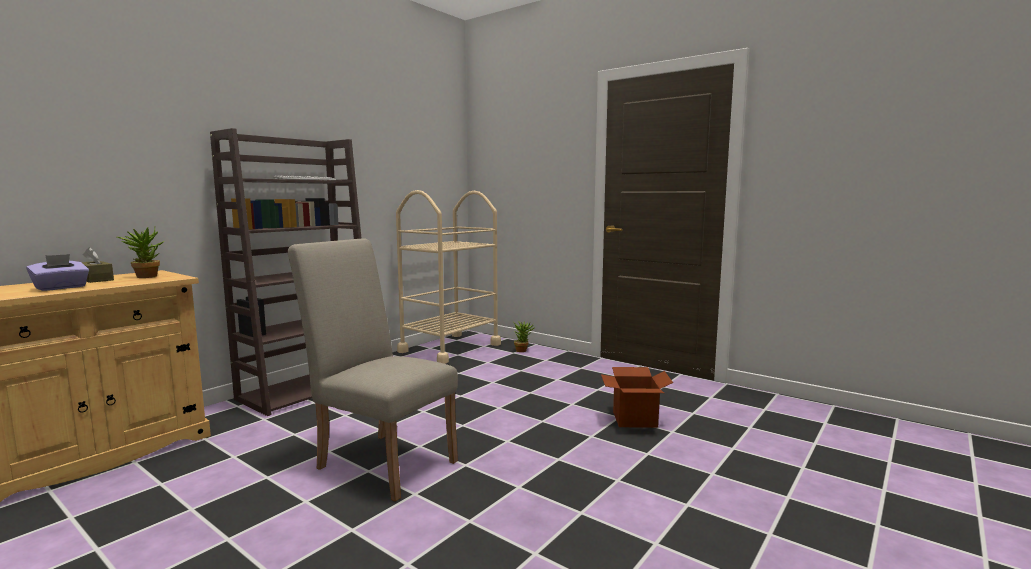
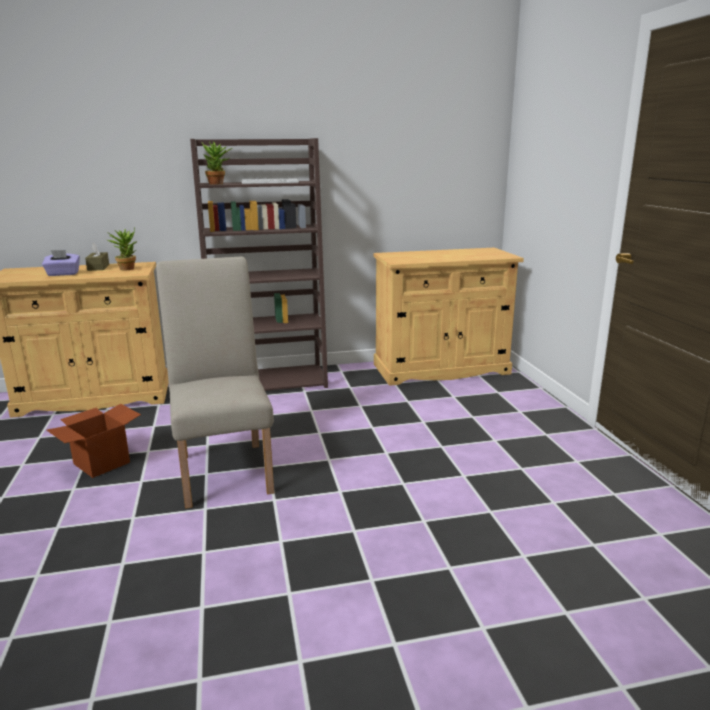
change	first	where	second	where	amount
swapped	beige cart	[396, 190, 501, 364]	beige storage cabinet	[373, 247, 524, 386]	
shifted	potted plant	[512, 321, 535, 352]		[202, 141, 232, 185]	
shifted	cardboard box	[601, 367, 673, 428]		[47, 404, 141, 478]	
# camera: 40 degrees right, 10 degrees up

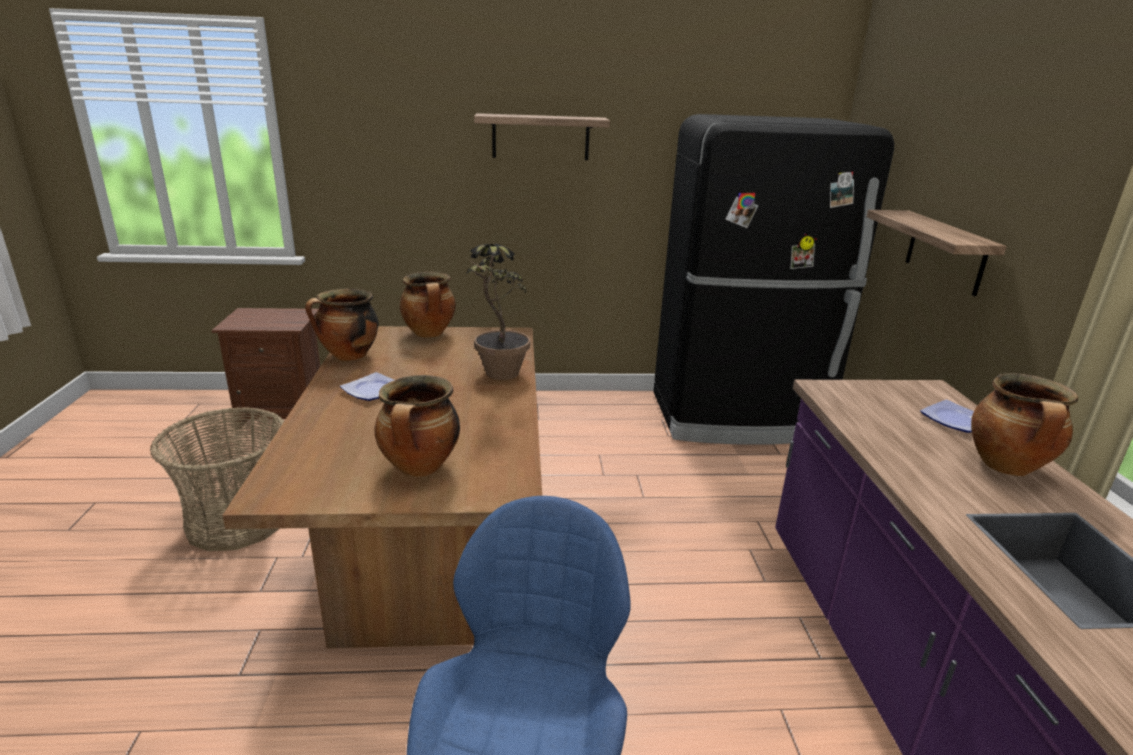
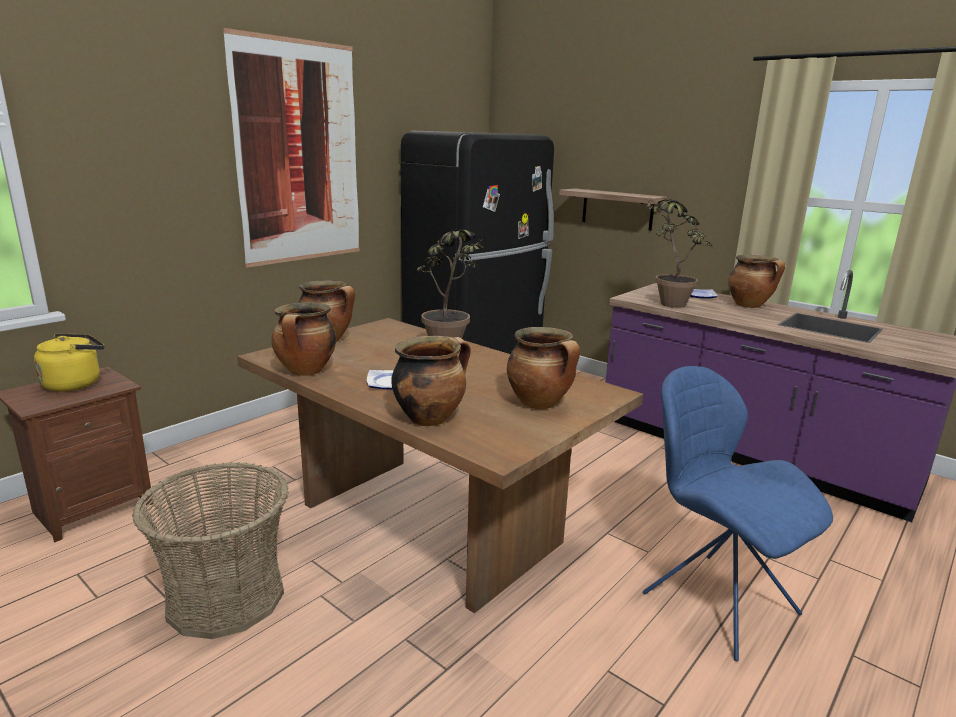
change	first	where	second	where	amount
swapped	wall shelf	[474, 113, 610, 160]	wall picture	[223, 28, 359, 268]	
new			potted plant	[647, 197, 712, 308]	
new			yellow water kettle	[34, 334, 104, 392]	
new			stockpot	[391, 336, 471, 426]	
# camera: 45 degrees left, 5 degrees down

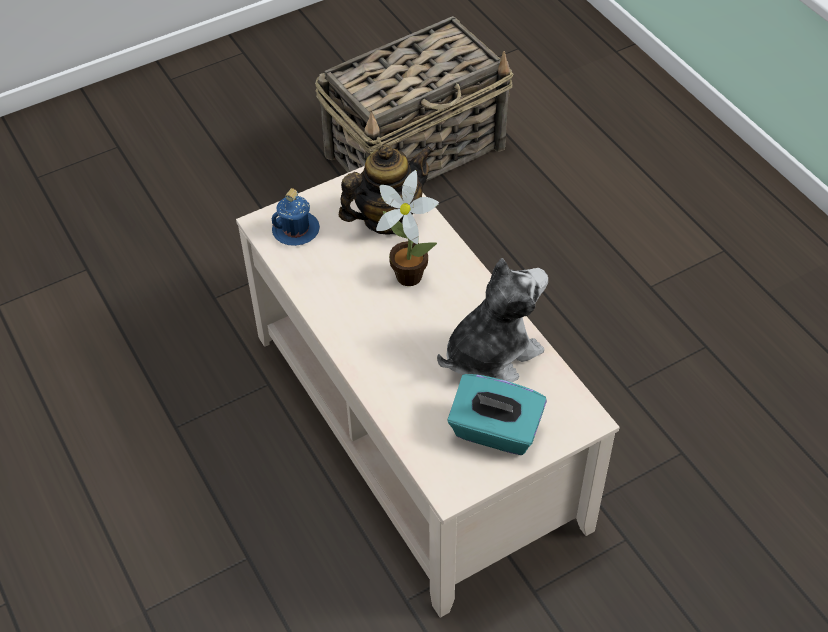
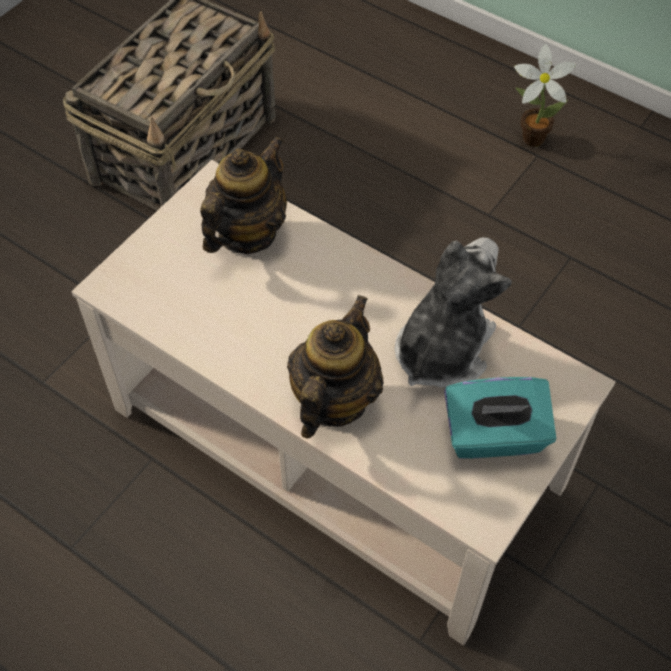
change	first	where	second	where	amount
shifted	potted plant	[376, 170, 439, 286]		[514, 44, 576, 146]	
gone	blue-coloured coffee mug	[272, 188, 320, 246]			
new			pot for tea	[287, 295, 384, 439]	
# camera: 25 degrees left, 5 degrees up

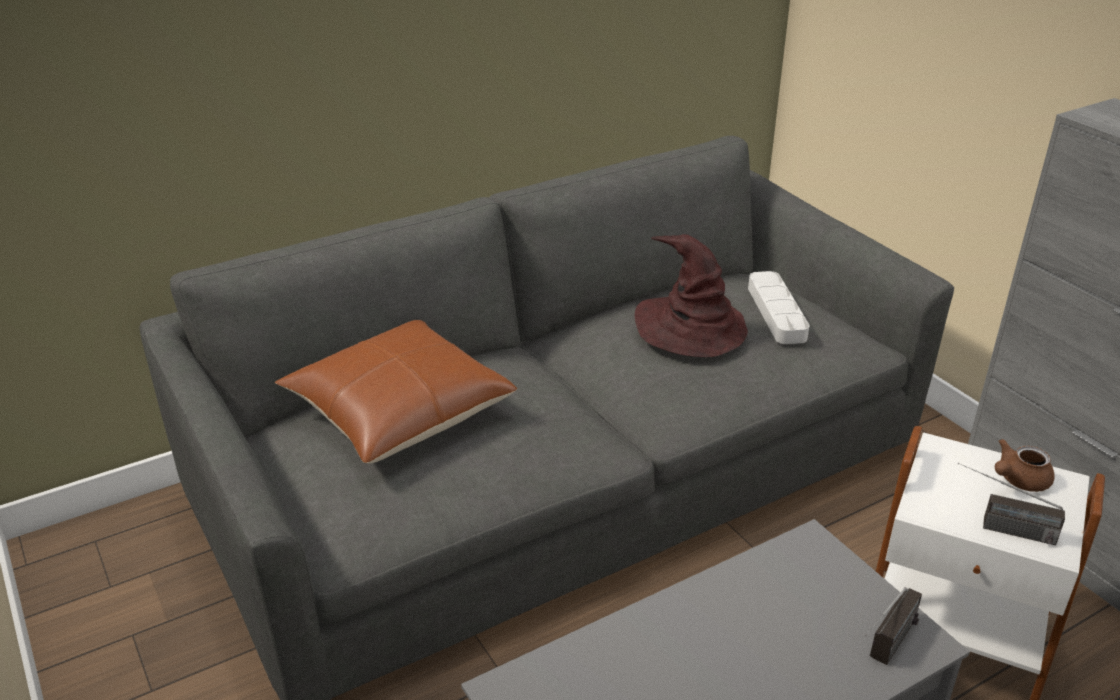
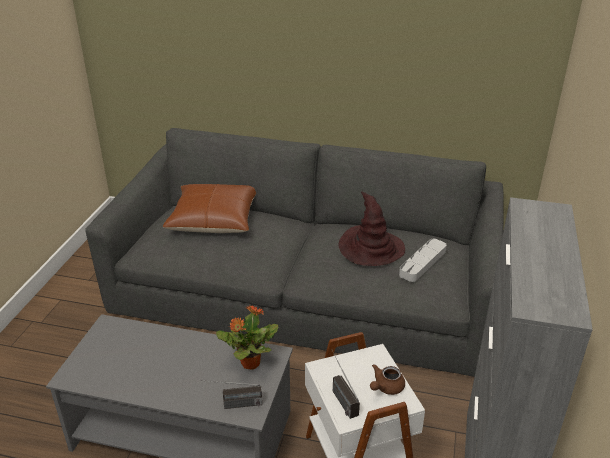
change	first	where	second	where	amount
rotated	brownish pot for tea	[995, 439, 1055, 492]		[370, 364, 405, 395]	60 degrees counterclockwise
new			potted plant	[216, 305, 278, 370]	
# camera: 45 degrees right, 0 degrees up

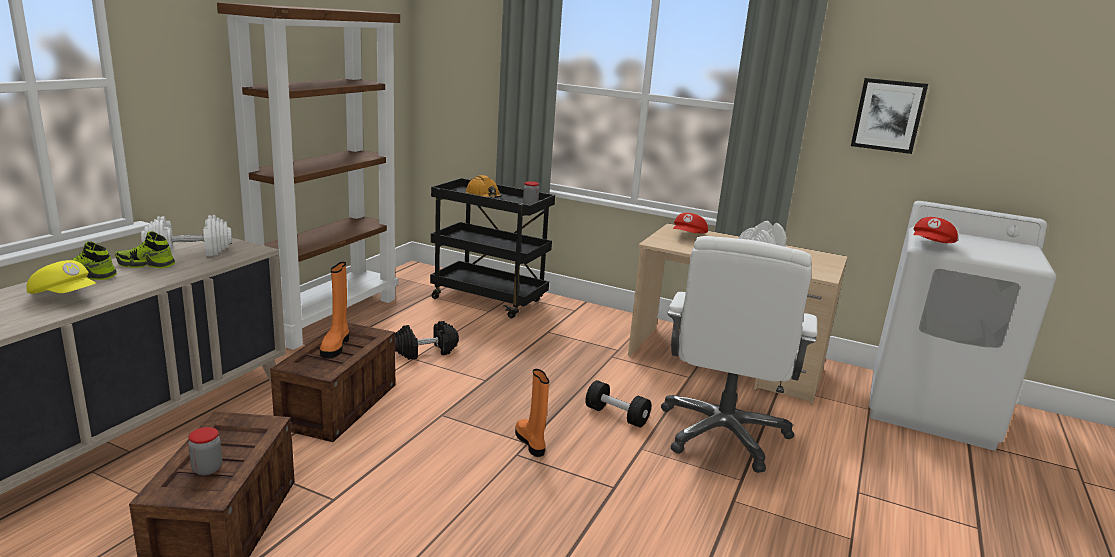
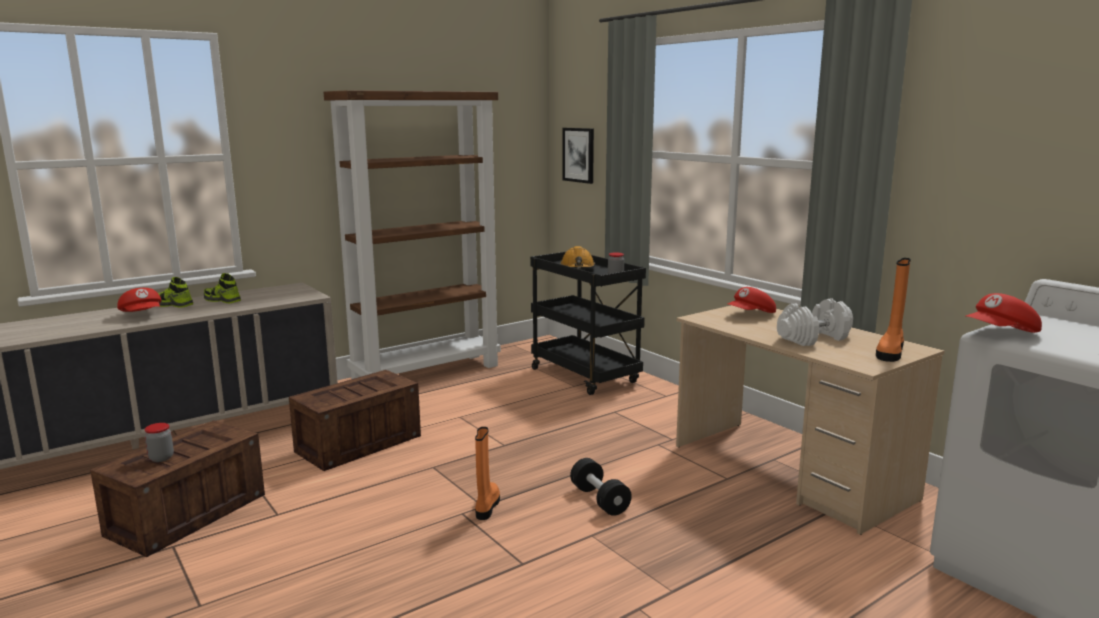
change	first	where	second	where	amount
shifted	wall picture	[851, 78, 928, 154]		[563, 128, 594, 184]	
gone	whitish hand weight	[141, 215, 232, 256]			
gone	whitish desk chair	[661, 236, 817, 473]			
repainted	yellow baseball cap	[26, 260, 96, 294]	red baseball cap	[117, 288, 162, 312]	
shifted	orange tall boot	[320, 262, 349, 359]		[876, 258, 911, 362]	
gone	black hand weight	[395, 321, 459, 360]			
# camera: 30 degrees right, 5 degrees down

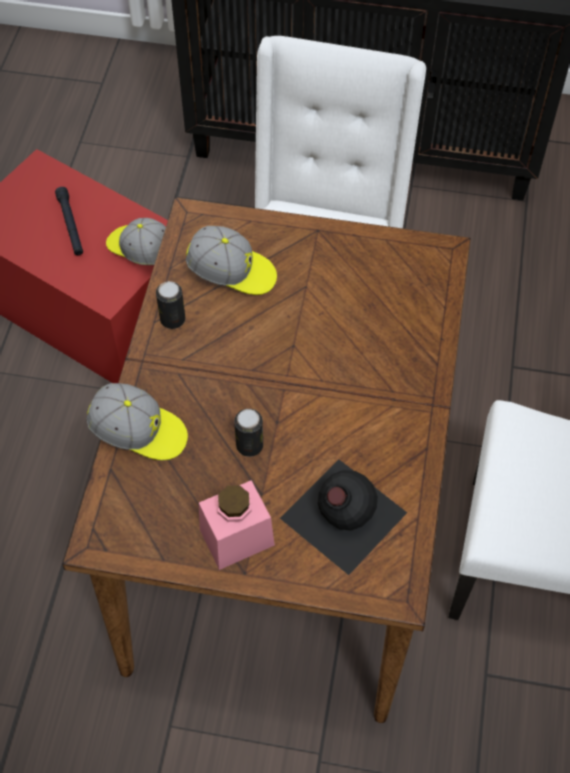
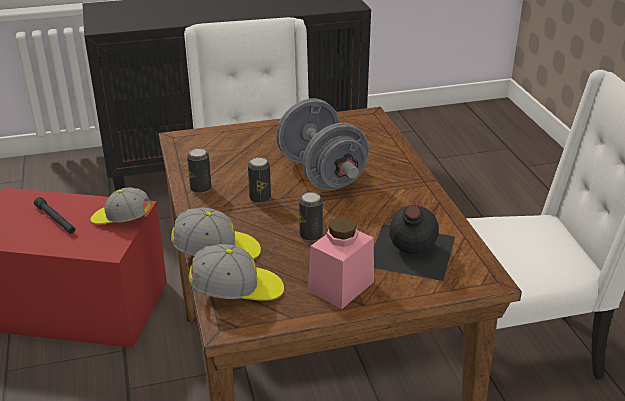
change	first	where	second	where	amount
shifted	baseball cap	[186, 226, 277, 295]		[189, 244, 284, 301]	
new			grey hand weight	[276, 98, 369, 190]	
new			can	[248, 157, 271, 203]	
# camera: 25 degrees left, 25 degrees down

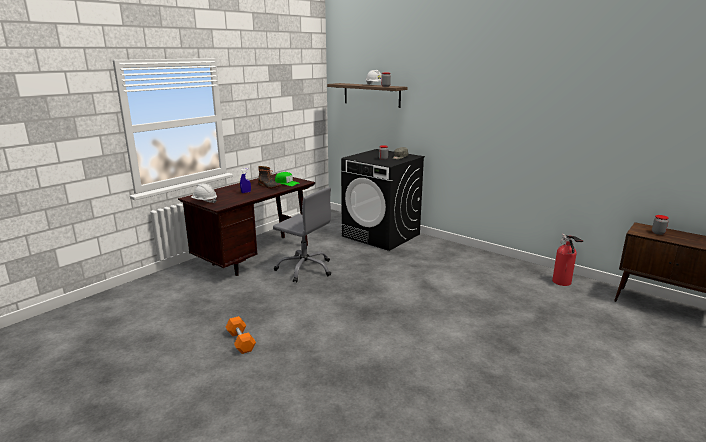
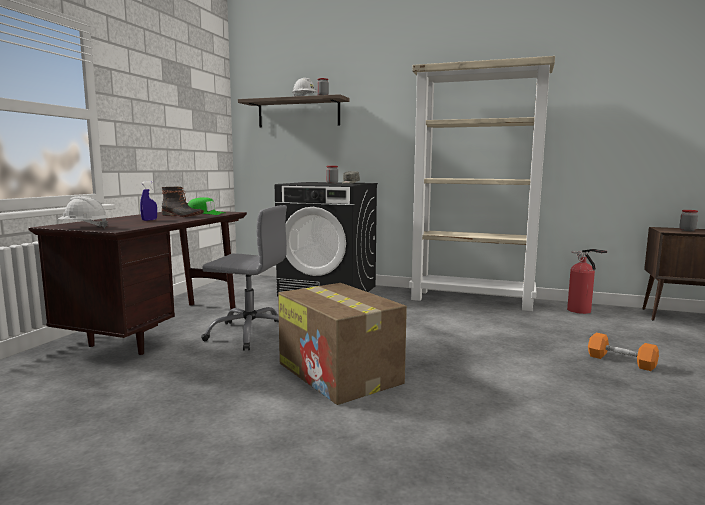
change	first	where	second	where	amount
shifted	orange hand weight	[226, 316, 256, 354]		[588, 333, 659, 371]	
new			beige bookcase	[409, 56, 555, 311]	
new			cardboard box	[278, 283, 407, 405]	
# camera: 20 degrees left, 10 degrees down

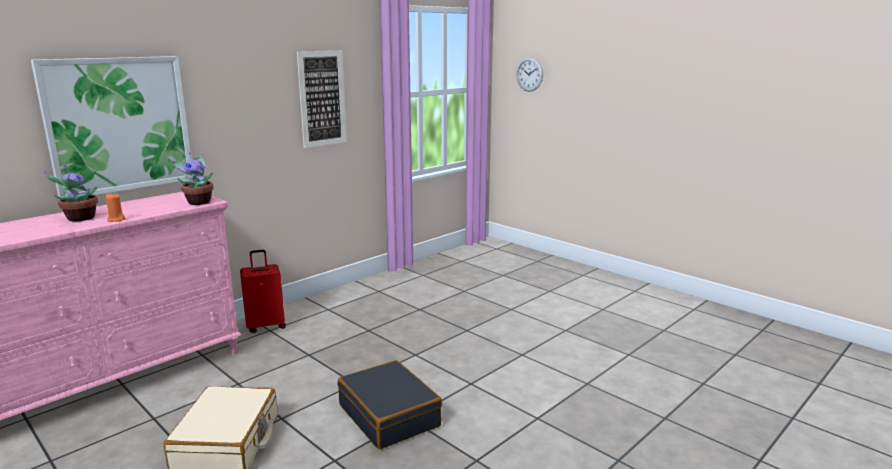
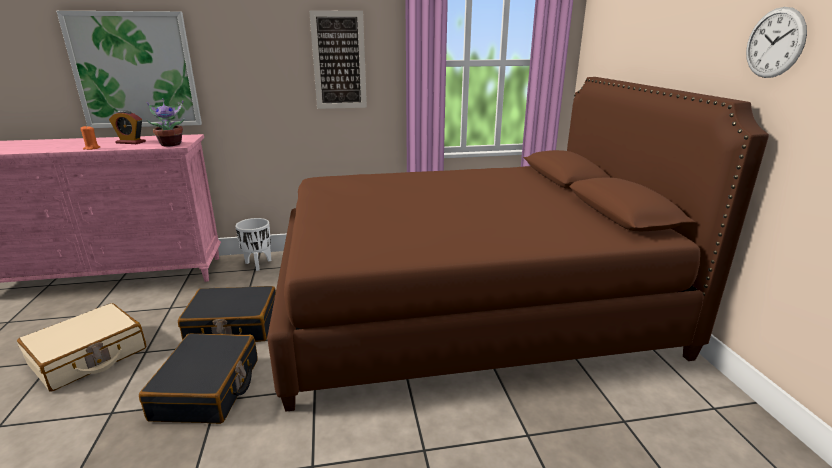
change	first	where	second	where	amount
shifted	wall clock	[516, 57, 543, 92]		[746, 7, 807, 78]	
gone	potted plant	[43, 165, 98, 221]			
swapped	red suitcase	[240, 250, 286, 333]	whitish flower pot	[235, 218, 271, 271]	
new			brownish bed	[267, 77, 769, 412]	
new			table clock	[109, 110, 146, 144]	
new			black suitcase	[178, 286, 276, 342]	
# camera: 35 degrees right, 5 degrees up

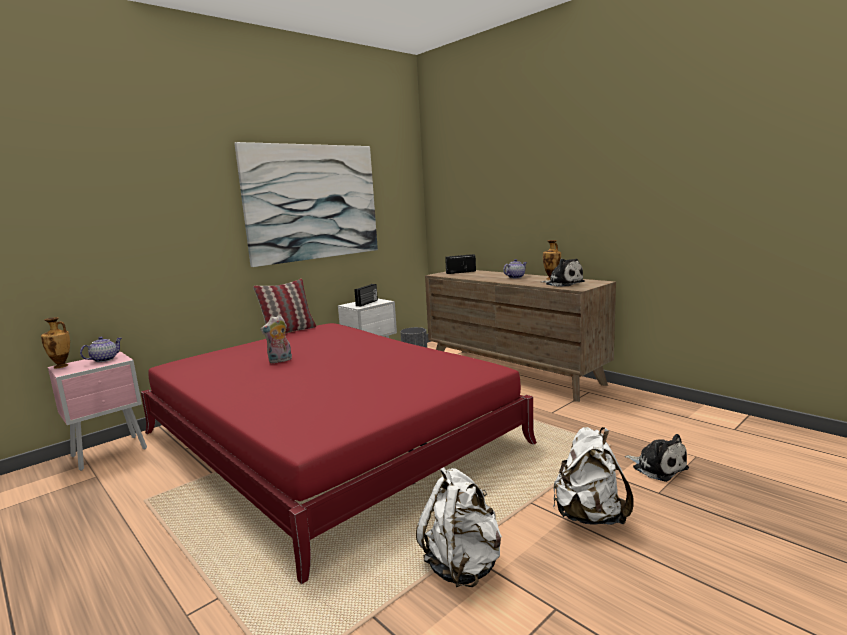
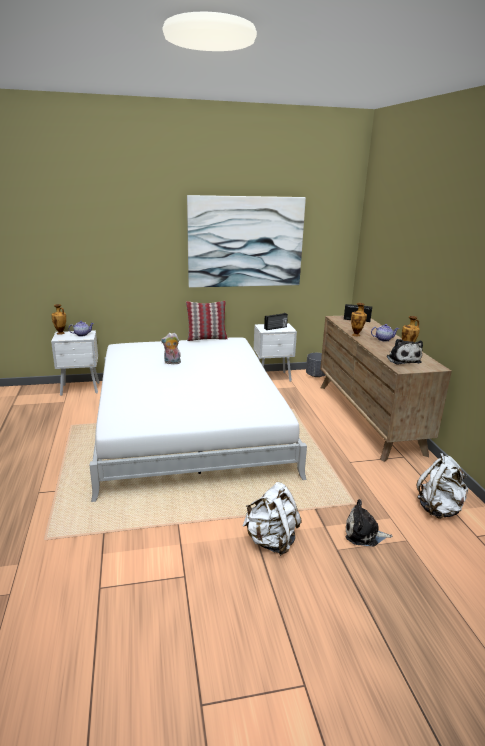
change	first	where	second	where	amount
repainted	red bed	[141, 323, 537, 584]	whitish bed	[89, 337, 307, 502]	
repainted	pink-coloured bedside table	[48, 352, 147, 471]	whitish bedside table	[51, 330, 100, 396]	
rotated	soft toy	[625, 434, 689, 482]		[346, 499, 392, 547]	105 degrees clockwise
shifted	whitish backpack	[416, 467, 502, 587]		[417, 453, 468, 519]	
new			decorative vase	[351, 303, 367, 336]	
# camera: 30 degrees right, 10 degrees up

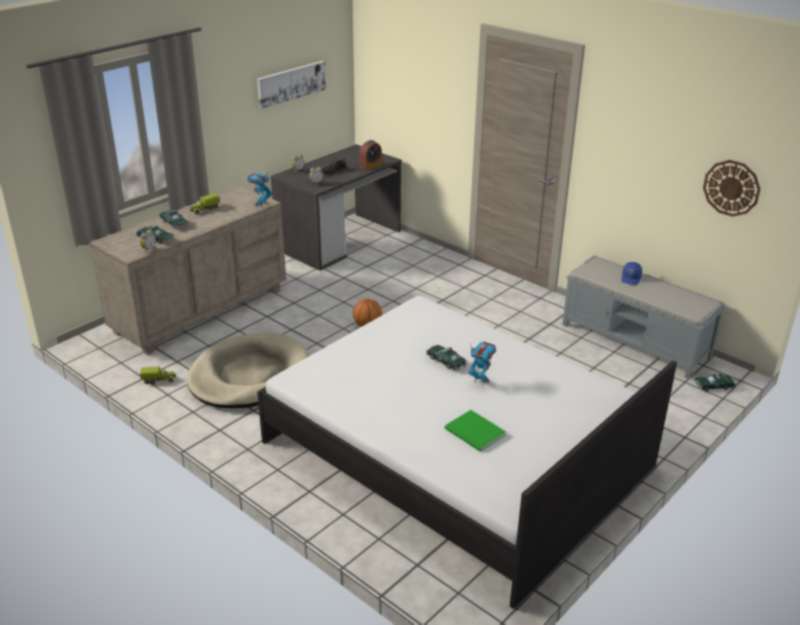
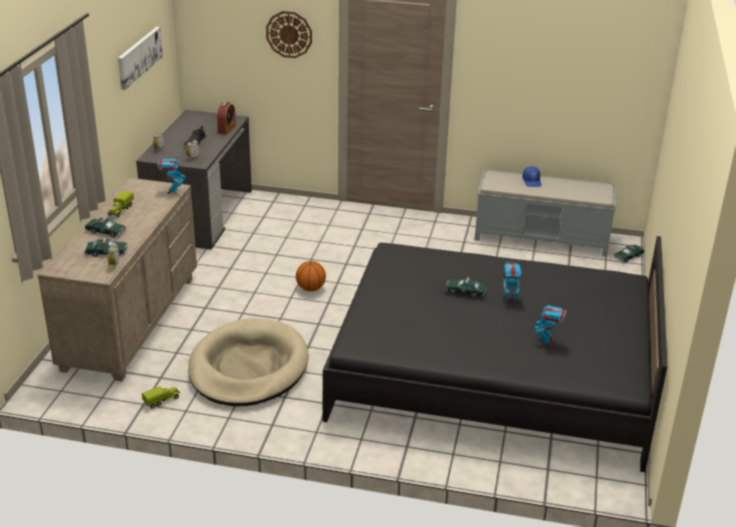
change	first	where	second	where	amount
shifted	wall clock	[703, 160, 761, 217]		[266, 11, 312, 58]	
repainted	whitish bed	[257, 296, 677, 609]	black bed	[323, 236, 667, 472]	
swapped	green-coloured book	[445, 410, 506, 452]	model robot	[534, 297, 567, 347]	
# camera: 30 degrees left, 0 degrees up

